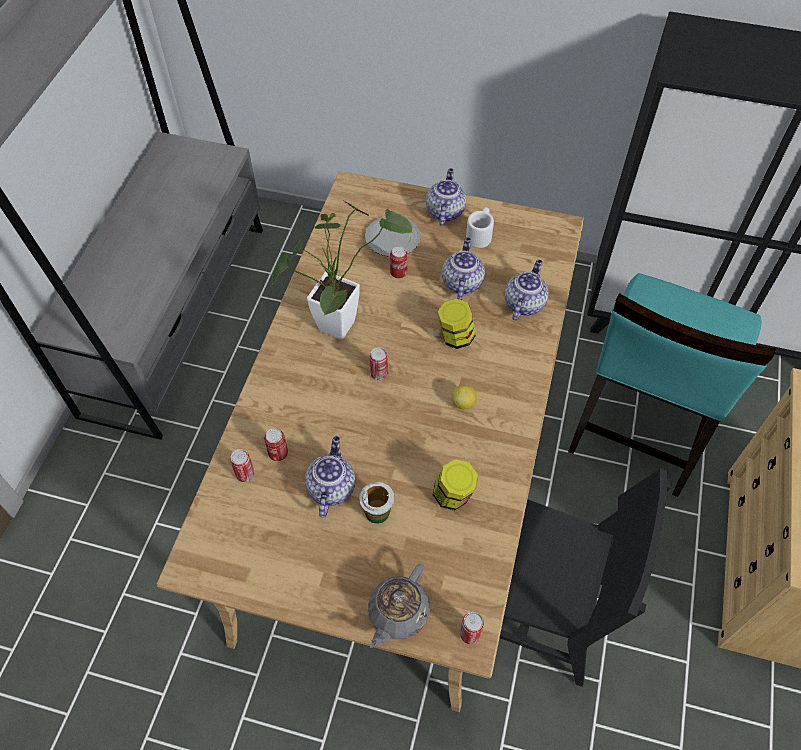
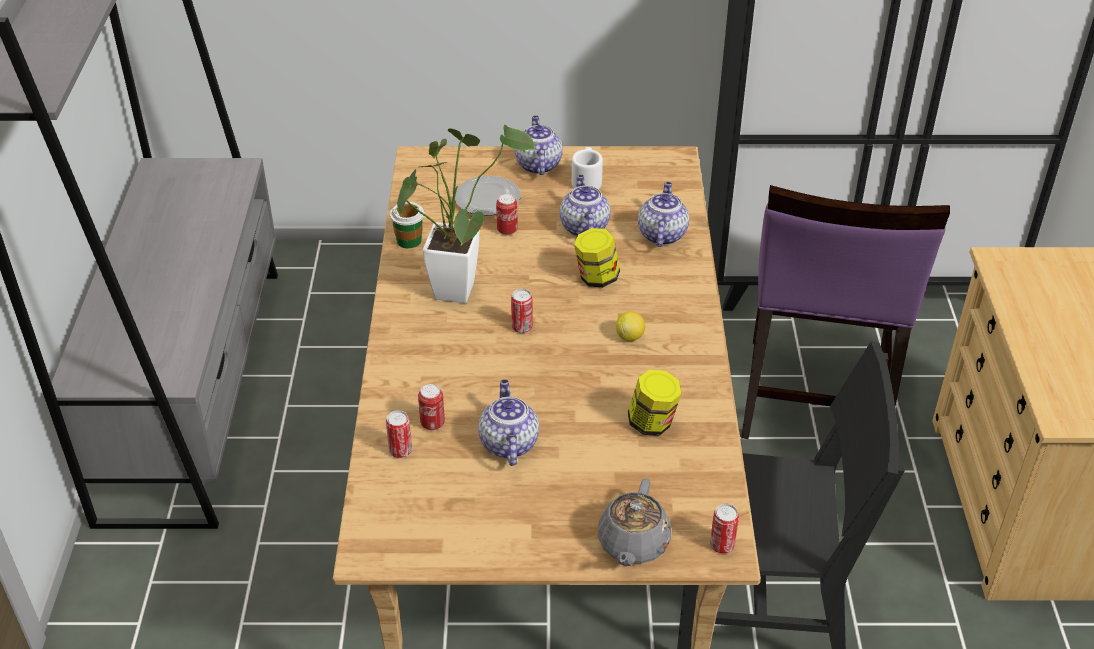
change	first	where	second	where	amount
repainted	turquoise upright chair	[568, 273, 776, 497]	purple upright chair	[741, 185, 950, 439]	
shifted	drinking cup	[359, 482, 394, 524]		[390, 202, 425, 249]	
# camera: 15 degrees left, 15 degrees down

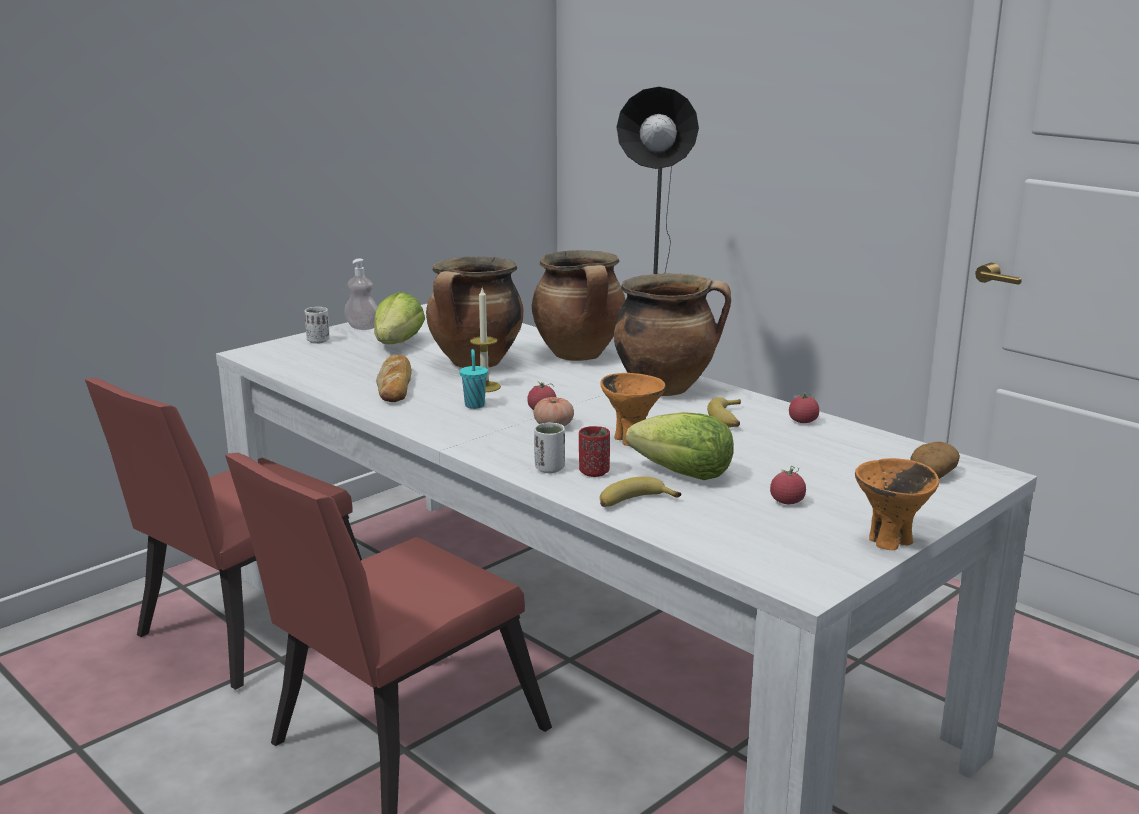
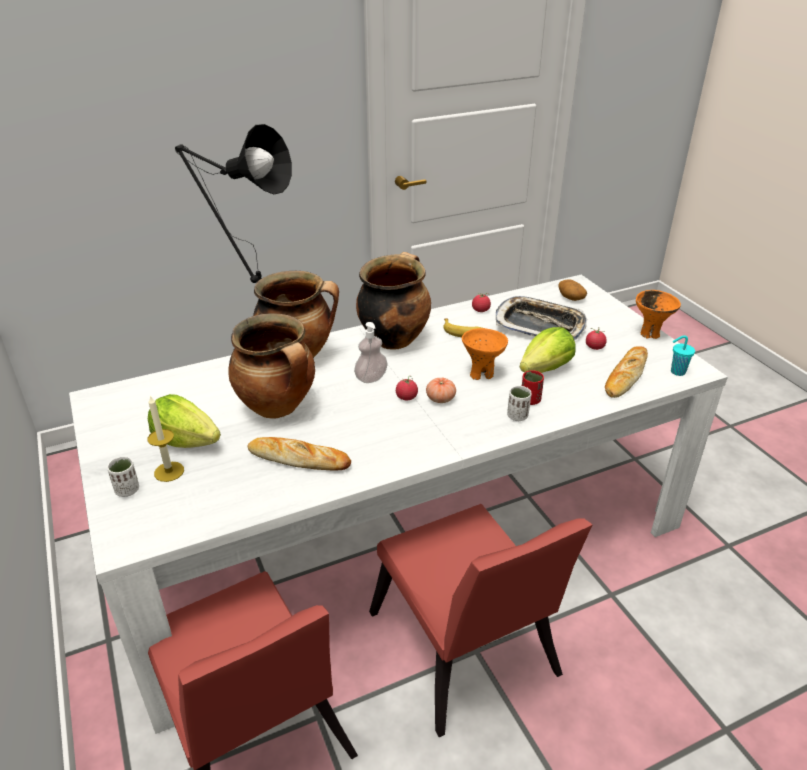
change	first	where	second	where	amount
shifted	soap dispenser	[344, 259, 378, 330]		[354, 322, 388, 383]	
shifted	wax light	[470, 286, 501, 392]		[147, 395, 184, 482]	
shifted	turquoise drinking cup	[460, 349, 488, 409]		[671, 335, 695, 376]	
gone	banana	[600, 477, 681, 507]			
new			serving tray	[496, 296, 587, 341]	
new			bread	[605, 346, 648, 398]	
# camera: 70 degrees left, 15 degrees up

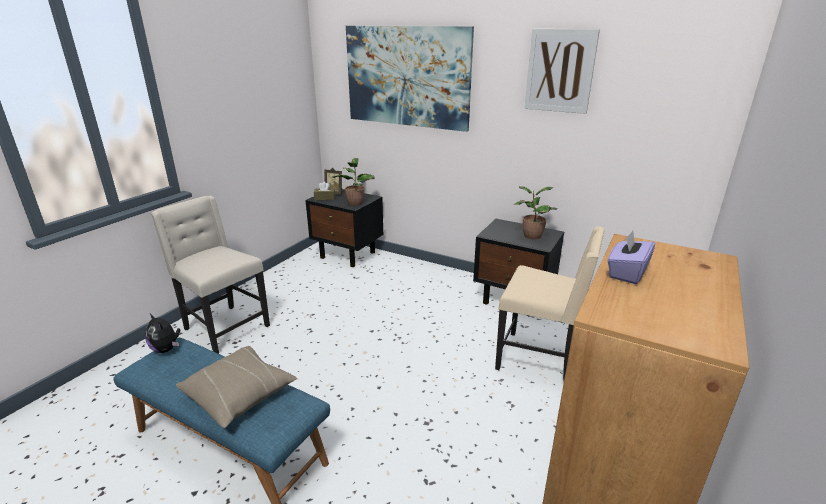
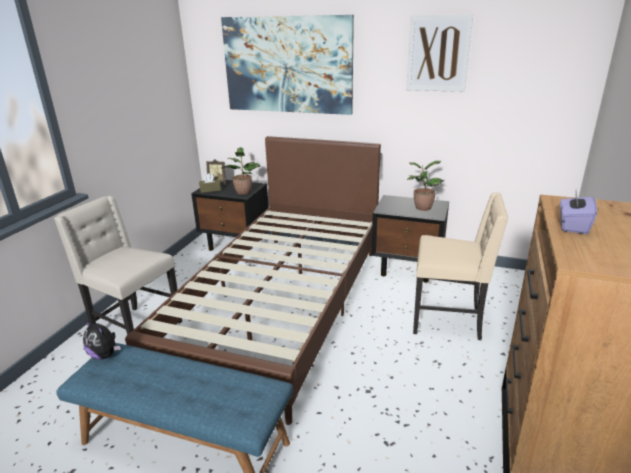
change	first	where	second	where	amount
gone	beige throw pillow	[176, 346, 298, 428]			
new			brownish bed	[125, 136, 381, 425]	
# camera: 10 degrees left, 0 degrees up

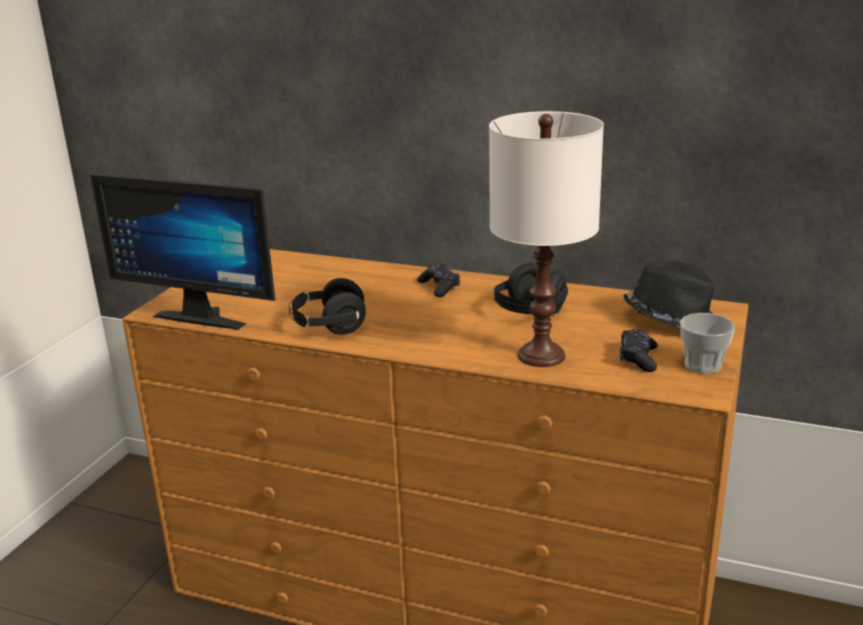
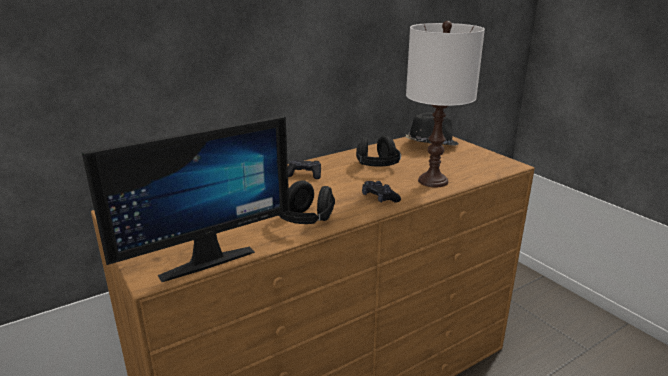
change	first	where	second	where	amount
gone	drinking cup	[680, 313, 735, 374]			
shifted	black gamepad	[620, 329, 658, 372]		[362, 181, 401, 203]	
# camera: 55 degrees left, 0 degrees up

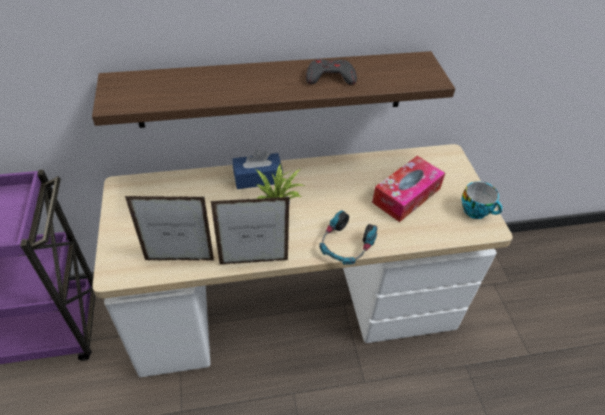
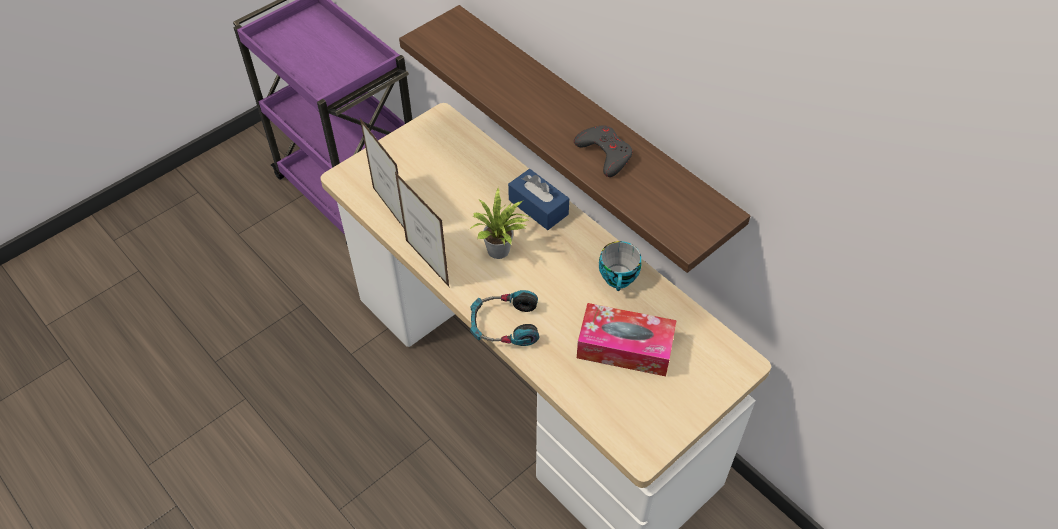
change	first	where	second	where	amount
shifted	drinking cup	[461, 181, 503, 219]		[599, 241, 641, 291]	
# camera: 60 degrees right, 5 degrees up

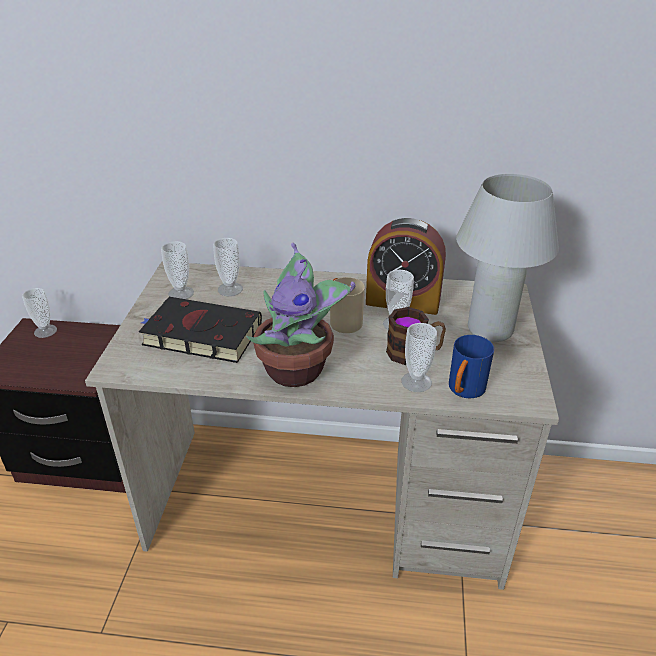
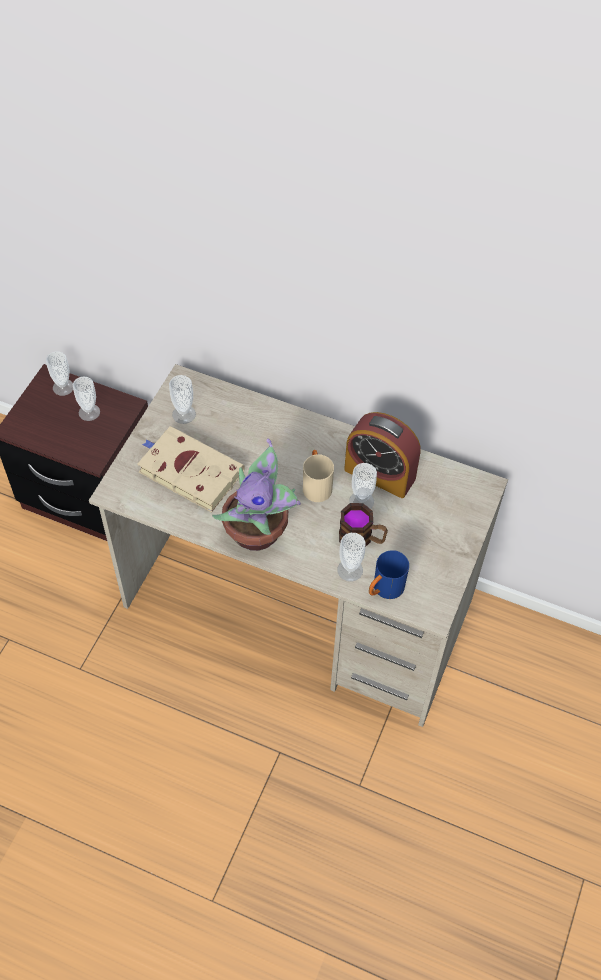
change	first	where	second	where	amount
gone	whitish tabletop lamp	[456, 174, 559, 342]			
shifted	drinking cup	[213, 238, 243, 296]		[73, 376, 100, 421]	
repainted	black book	[139, 297, 262, 363]	beige book	[137, 426, 245, 513]	
# camera: 15 degrees right, 20 degrees up

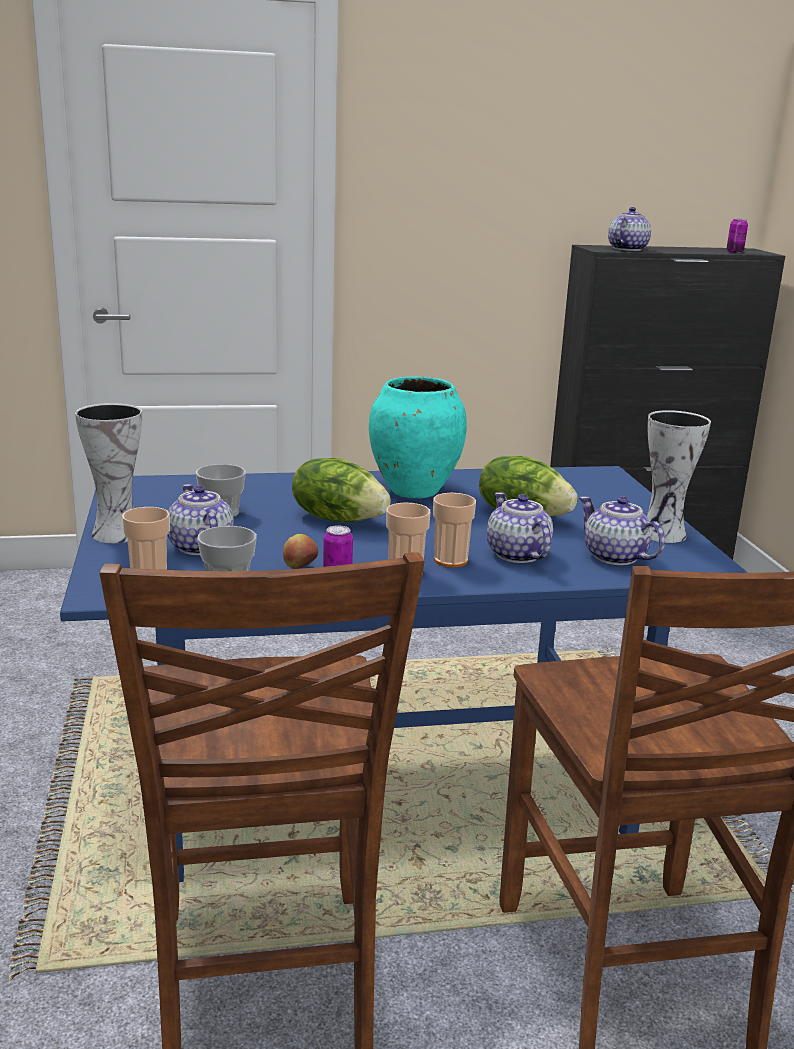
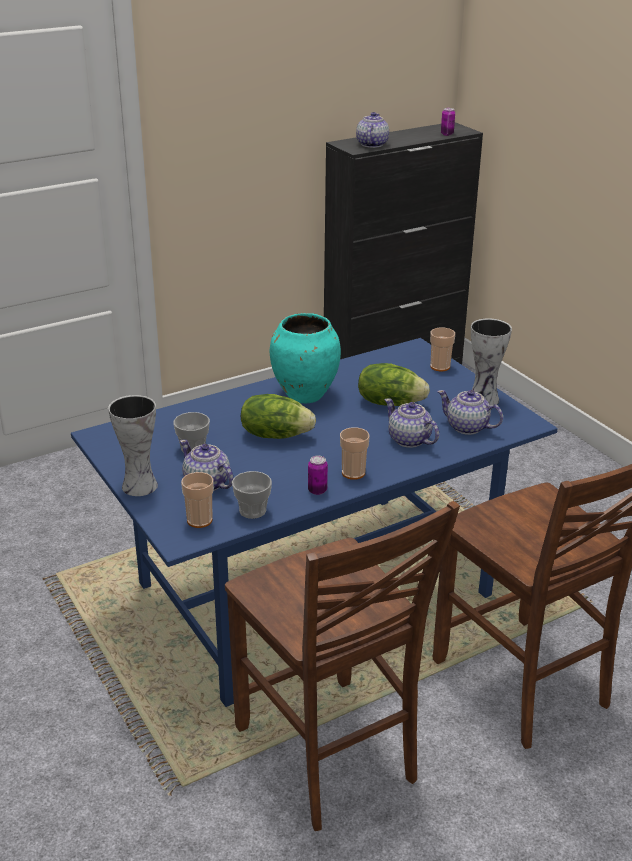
change	first	where	second	where	amount
shifted	drinking cup	[433, 493, 476, 568]		[430, 327, 455, 371]	
gone	apple	[283, 534, 318, 569]			
# camera: 20 degrees left, 10 degrees up

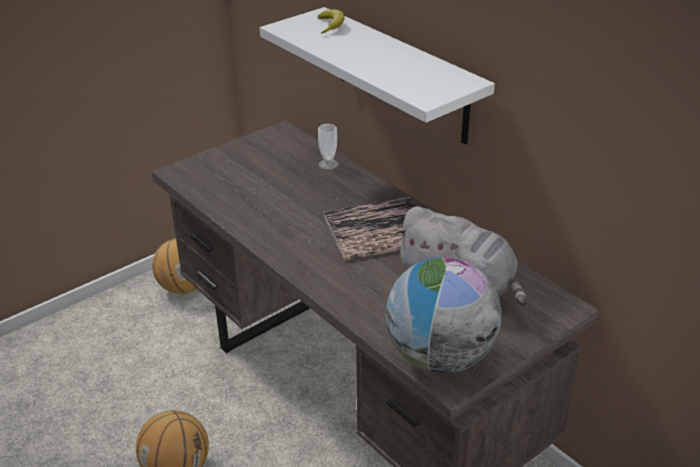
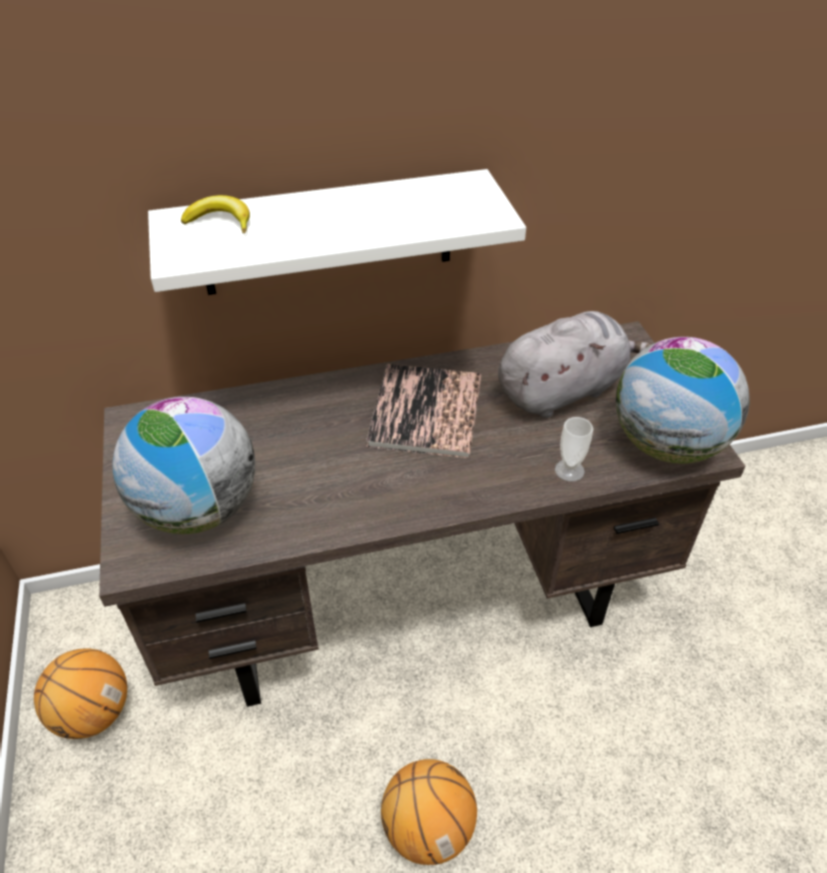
change	first	where	second	where	amount
shifted	drinking cup	[318, 124, 338, 170]		[555, 417, 593, 482]	
new			globe	[112, 397, 255, 534]	
# camera: 65 degrees left, 10 degrees up

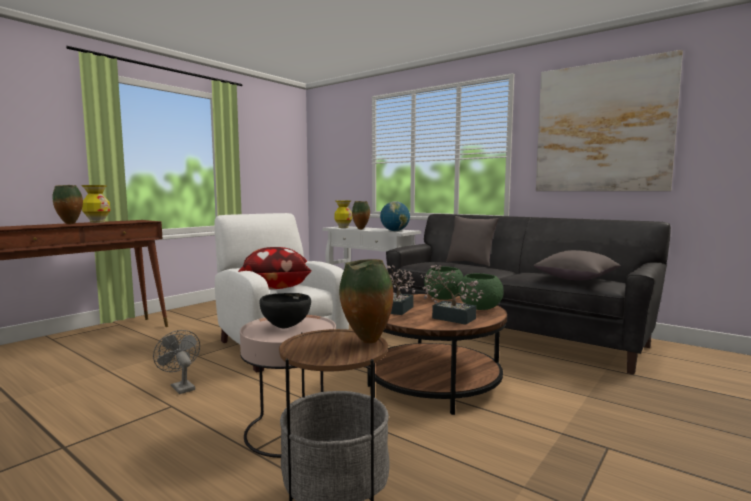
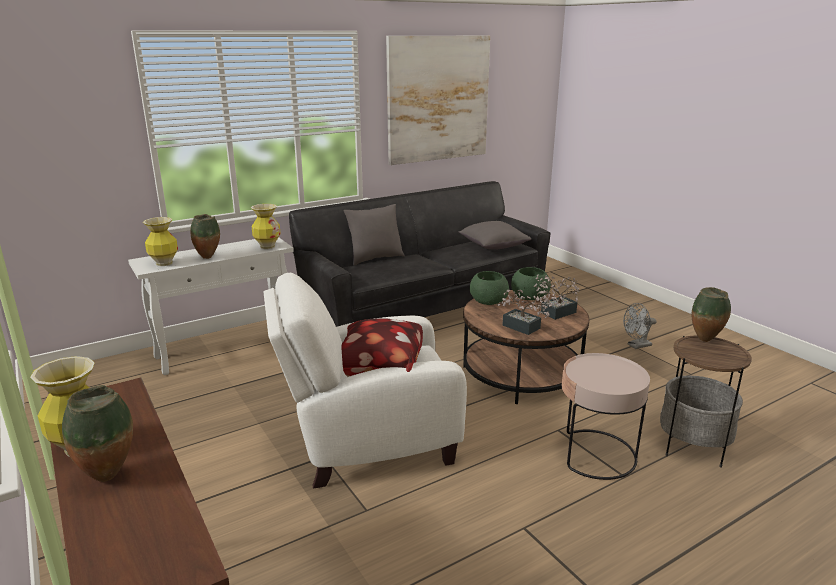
change	first	where	second	where	amount
swapped	globe	[380, 201, 410, 231]	decorative vase	[251, 204, 281, 249]	
gone	black deep dish	[259, 293, 311, 328]			
shifted	grey cooling fan	[153, 330, 200, 394]		[623, 303, 656, 349]	
# camera: 70 degrees left, 15 degrees up

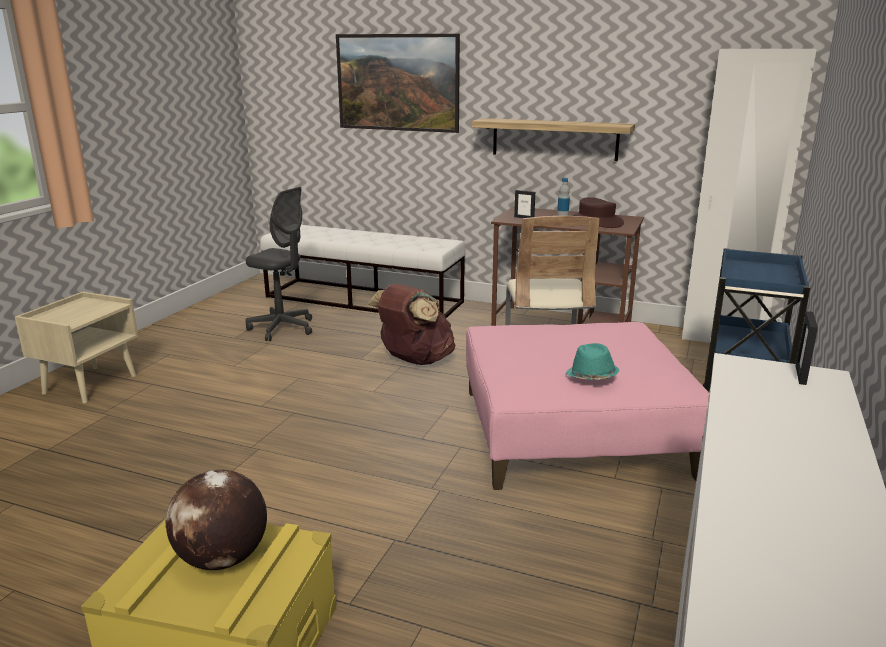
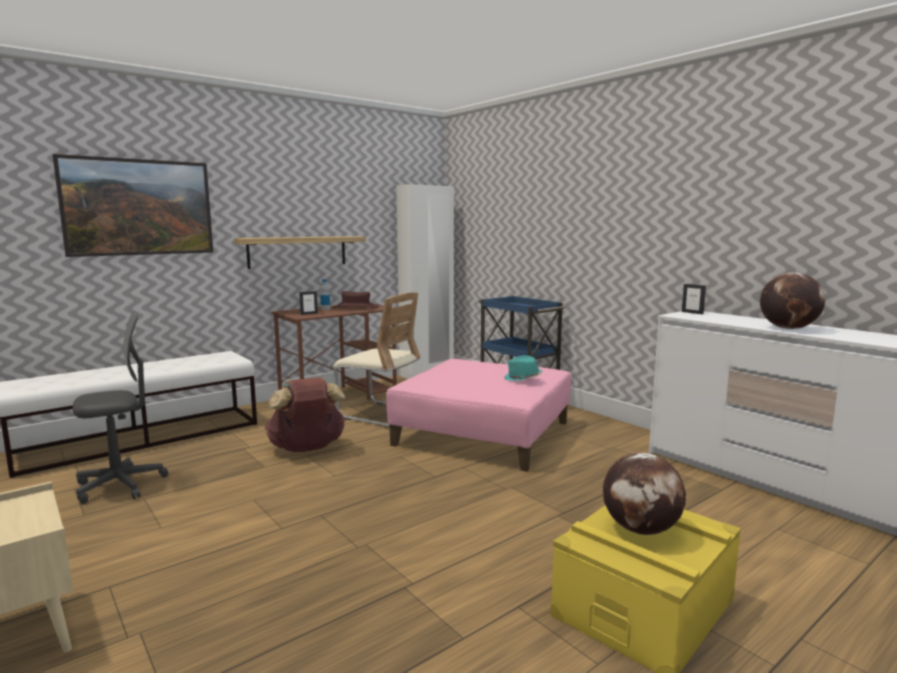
change	first	where	second	where	amount
new			globe	[760, 272, 825, 329]	
# camera: 60 degrees left, 10 degrees down

